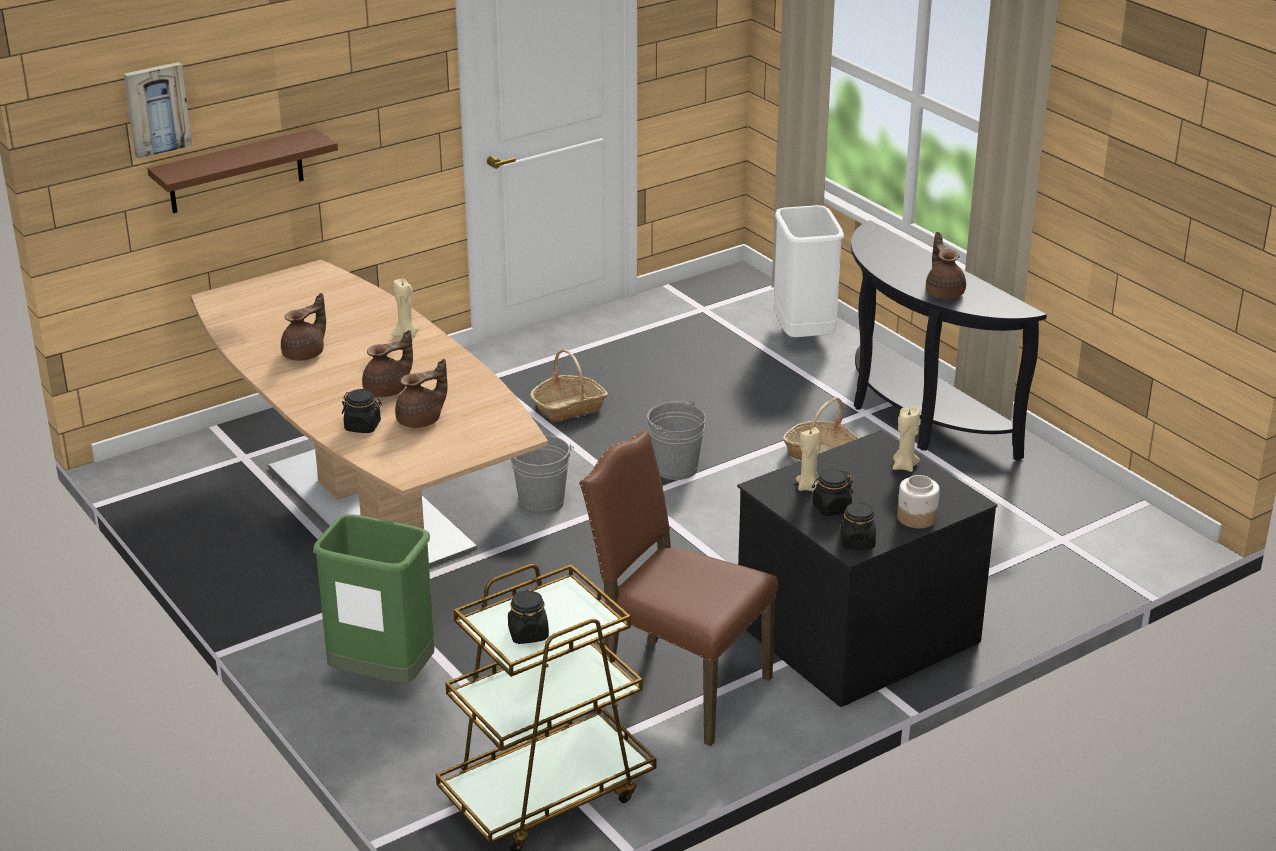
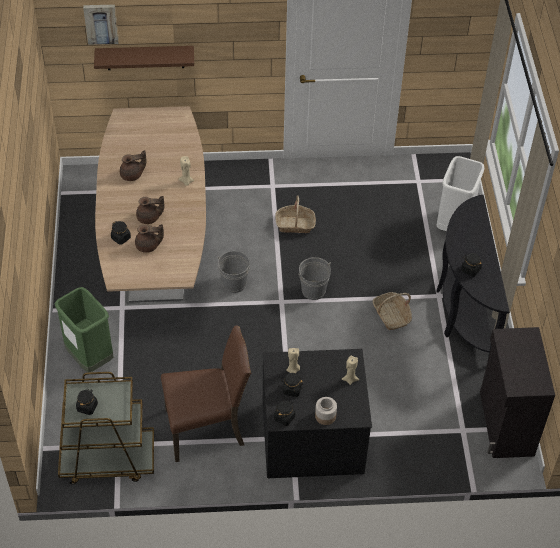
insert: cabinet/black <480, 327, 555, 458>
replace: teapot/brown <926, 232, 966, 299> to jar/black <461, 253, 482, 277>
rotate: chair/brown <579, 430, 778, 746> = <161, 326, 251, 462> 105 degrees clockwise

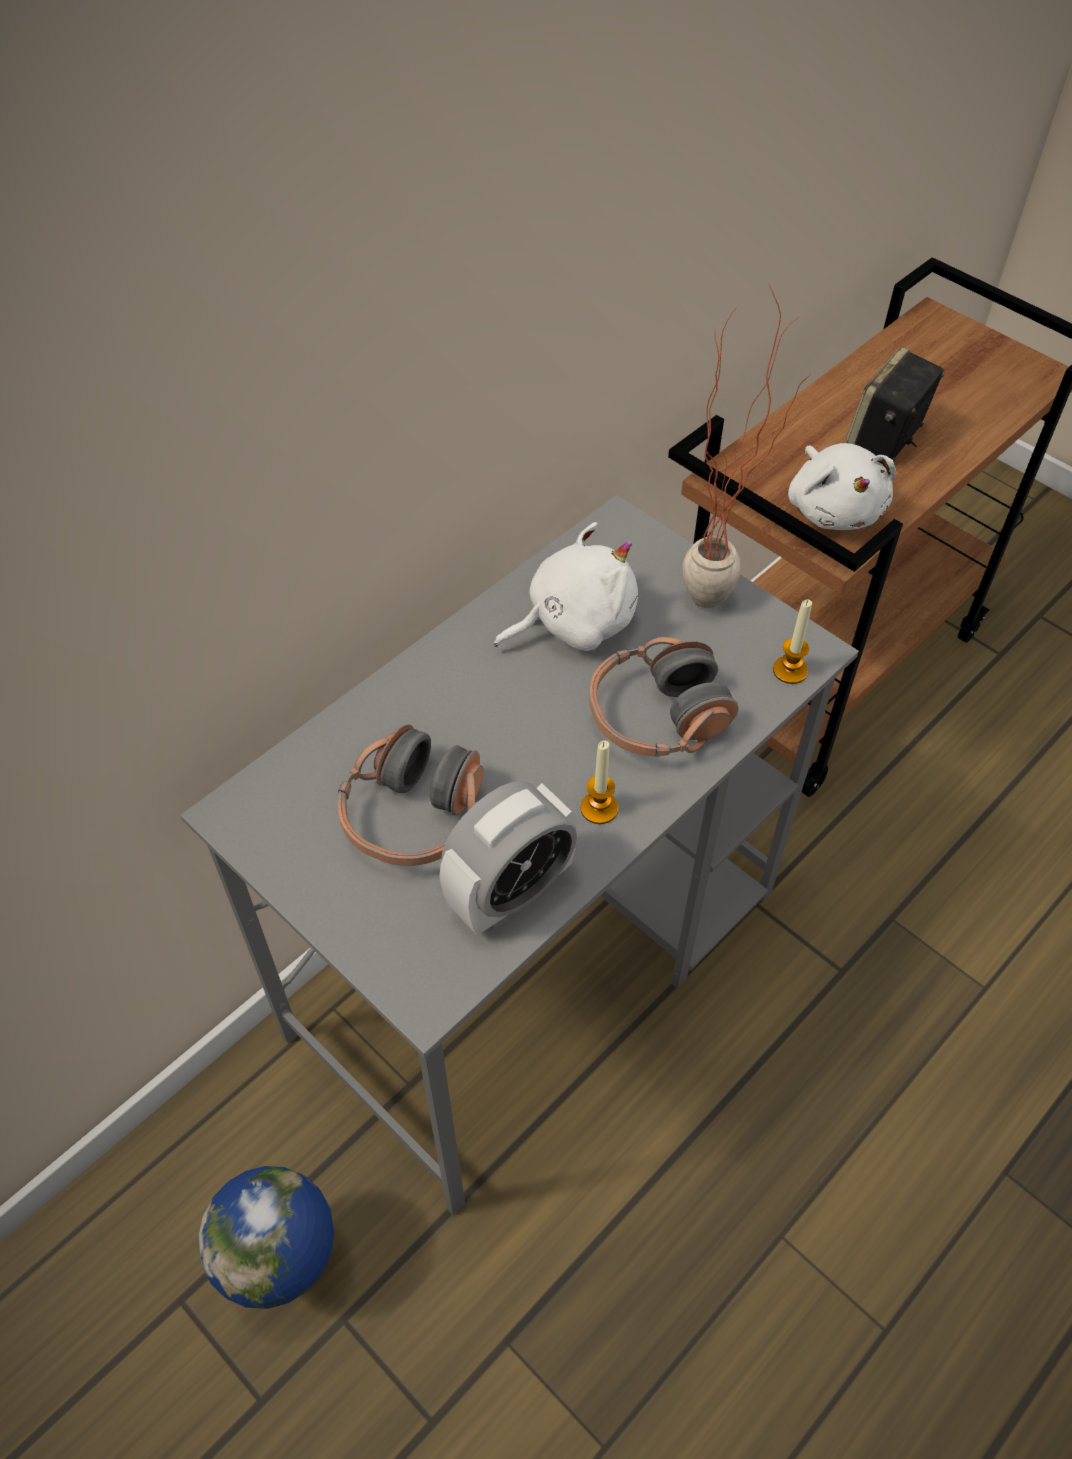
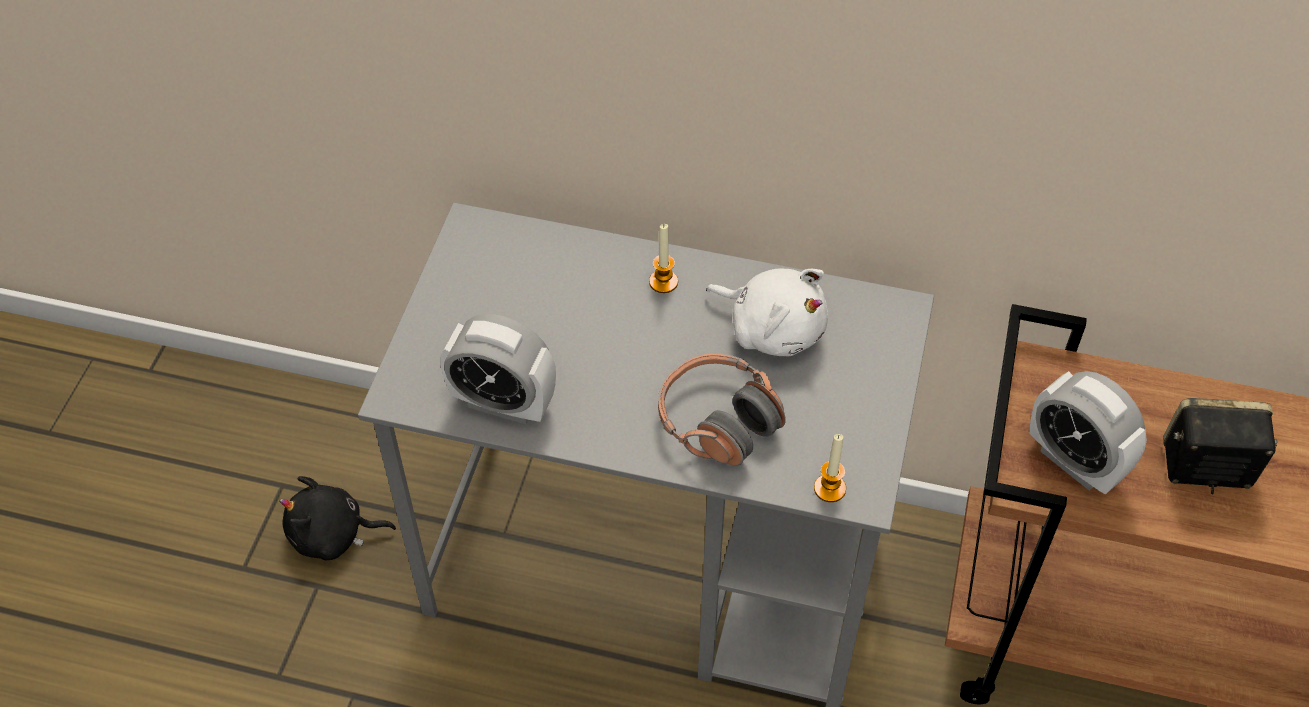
delete: headphones <337, 725, 483, 866>; potted plant <682, 283, 811, 608>
move: candle <581, 740, 618, 824> to <649, 224, 678, 293>
replace: globe <198, 1166, 334, 1309> to plush toy/black <279, 476, 396, 560>; plush toy/white <788, 443, 896, 530> to alarm clock <1029, 371, 1147, 495>

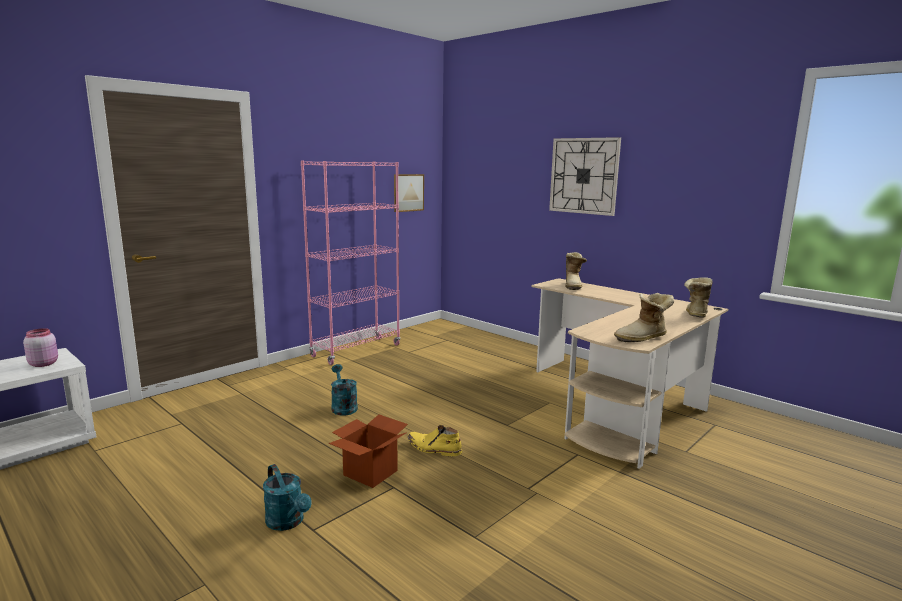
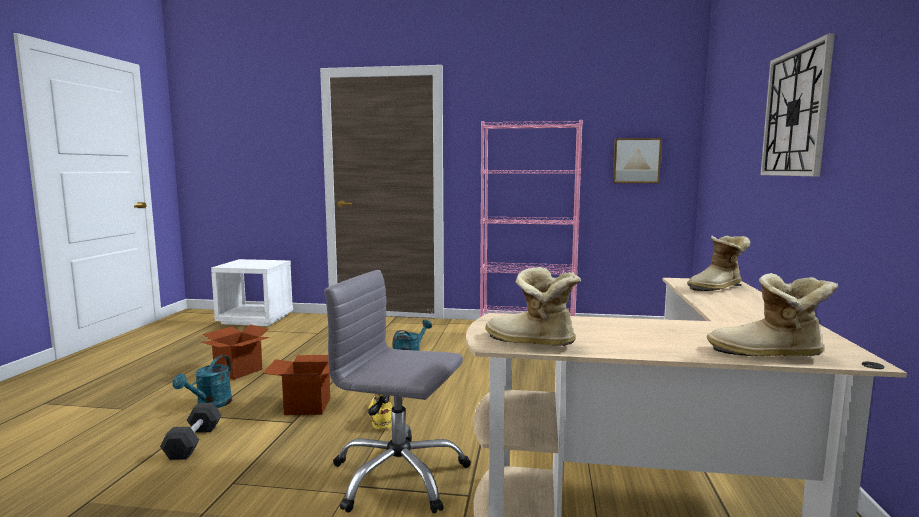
delete: jar/pink <23, 328, 58, 367>
insert: dumbbell/black <160, 403, 222, 460>; cardboard box <201, 324, 270, 380>; office chair/grey <324, 270, 471, 513>
rotate: boot <684, 277, 713, 318> = <707, 273, 838, 356> 150 degrees counterclockwise

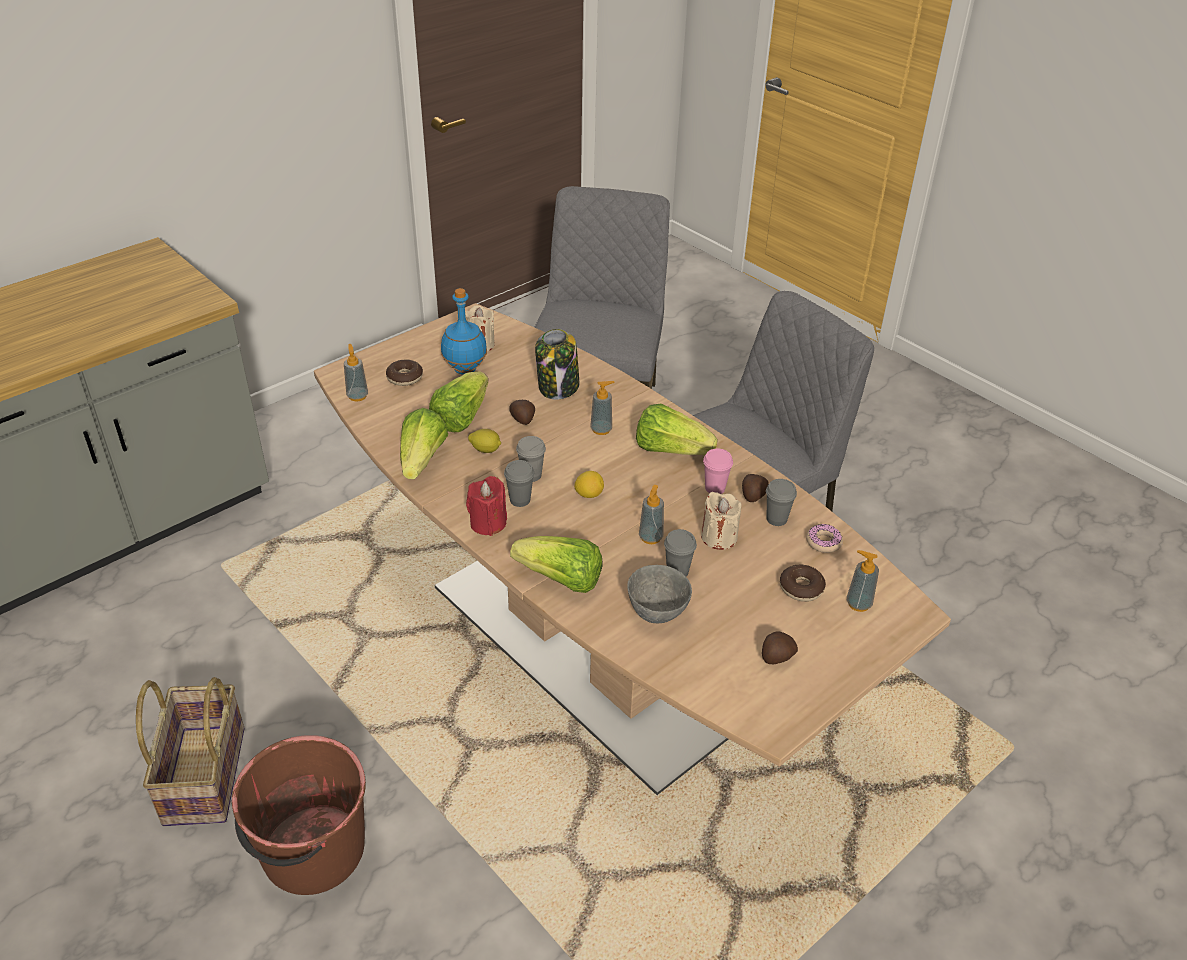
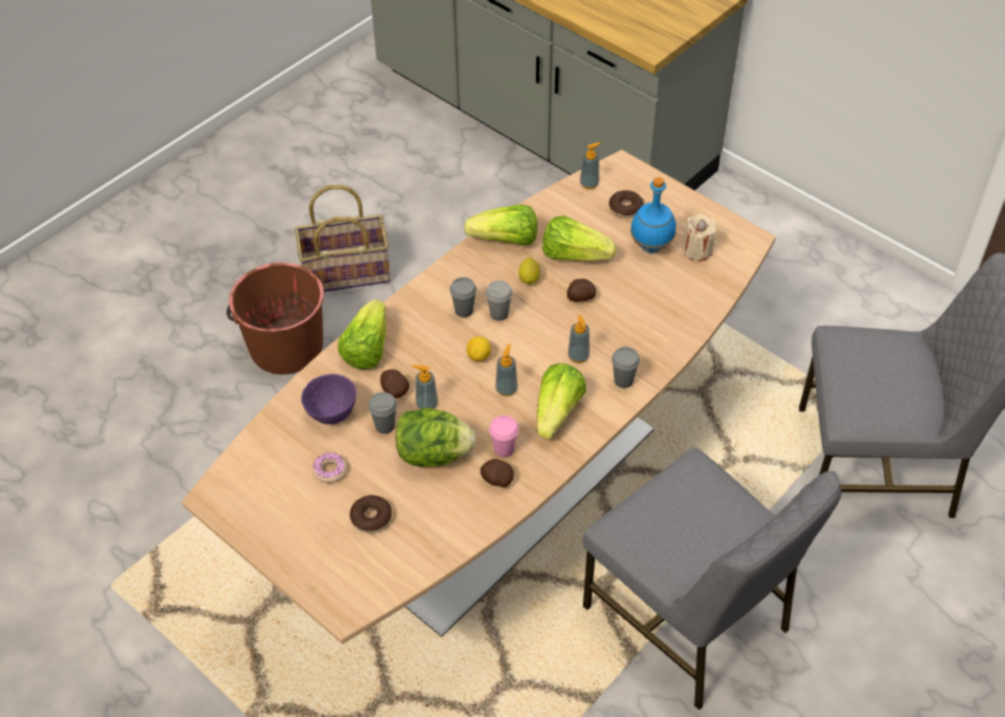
delete: candle/red <466, 476, 507, 536>; jar <535, 329, 579, 400>
move: potato <762, 632, 798, 665> to <380, 369, 409, 398>; cup/grey <766, 479, 797, 526> to <612, 347, 640, 388>; donut <806, 524, 843, 553> to <313, 452, 347, 483>; soap dispenser <847, 550, 879, 612> to <495, 344, 518, 397>
replace: candle/beige <701, 492, 741, 550> to lettuce <396, 408, 476, 467>
recolor: bowl/grey <627, 565, 692, 623> to bowl/purple <301, 374, 356, 424>

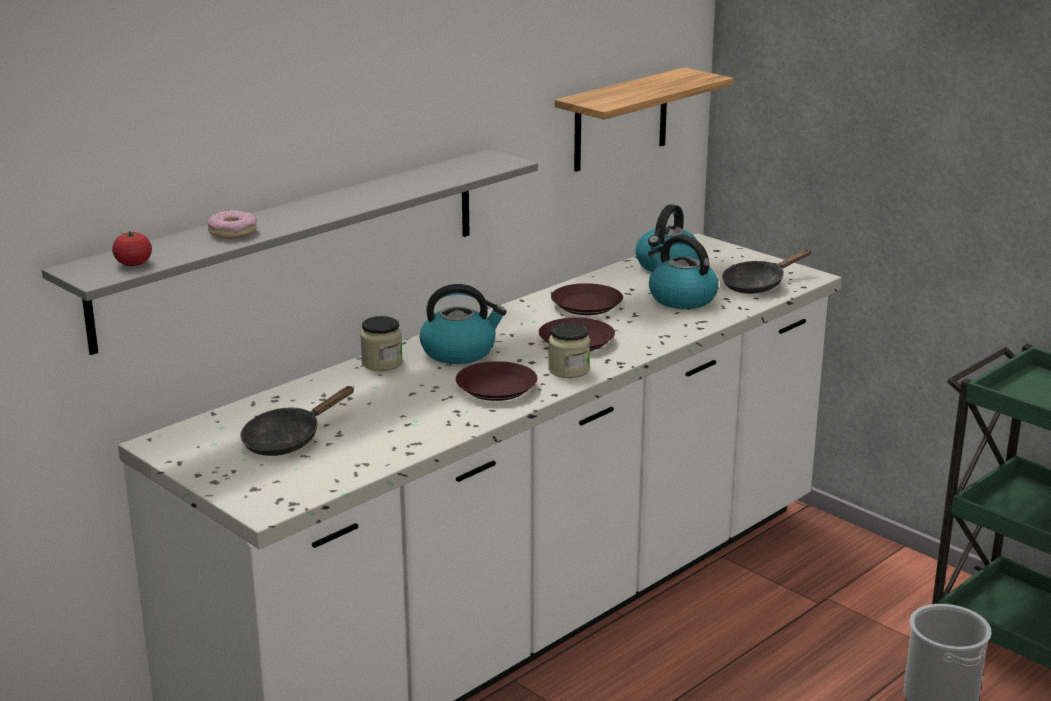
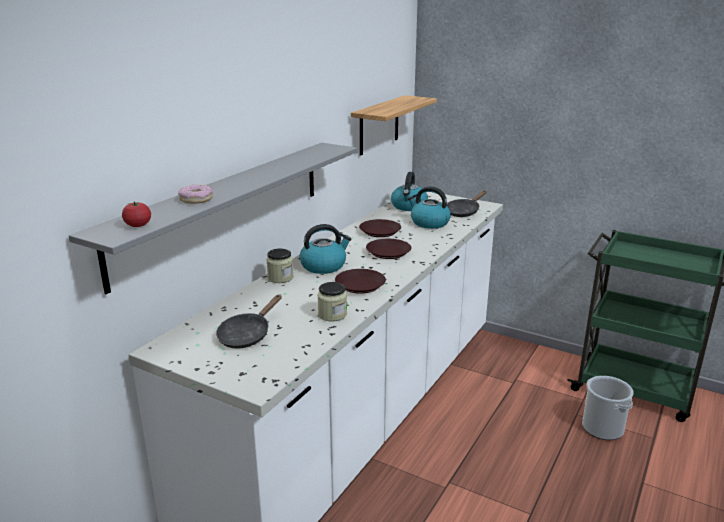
move: jar <548, 323, 590, 378> to <317, 282, 347, 322>

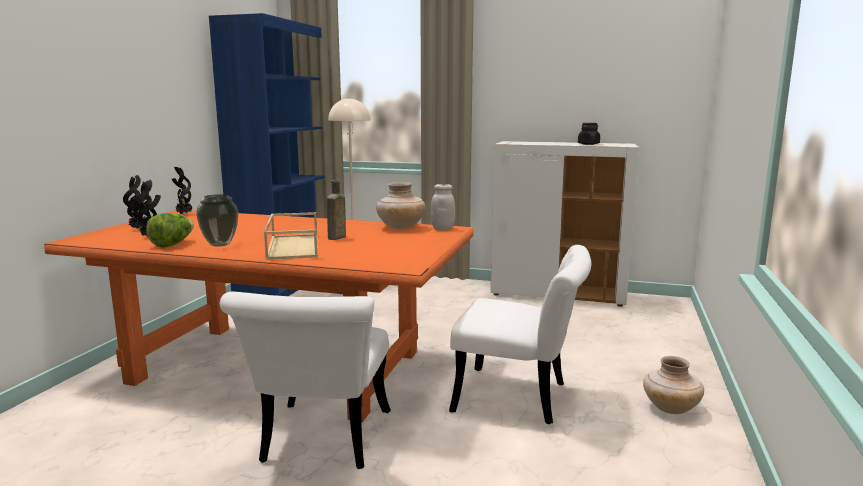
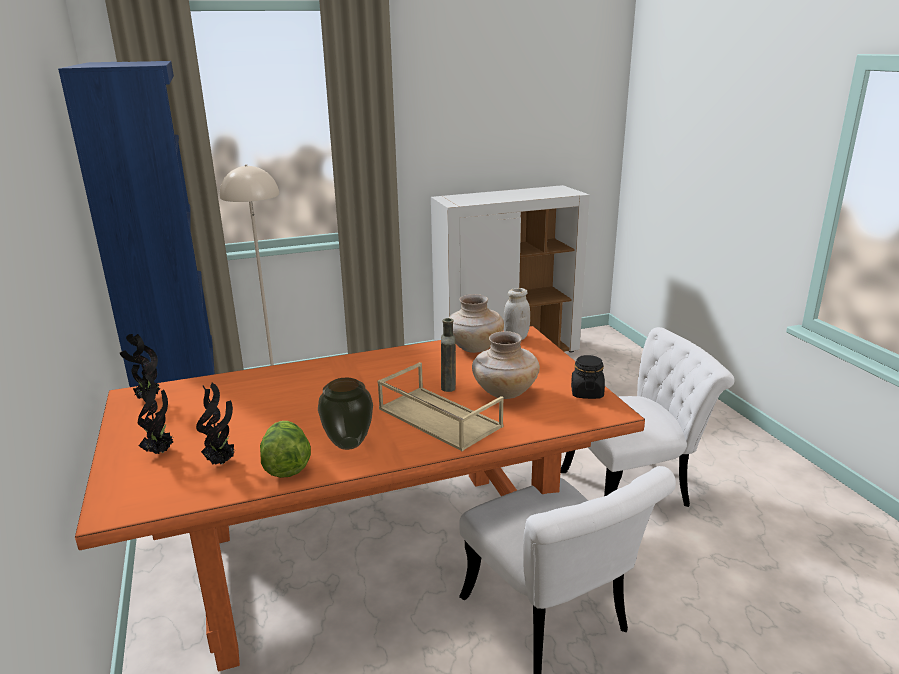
move: jar/black <578, 123, 600, 145> to <571, 355, 605, 399>; vase/beige <643, 356, 704, 414> to <472, 331, 540, 399>

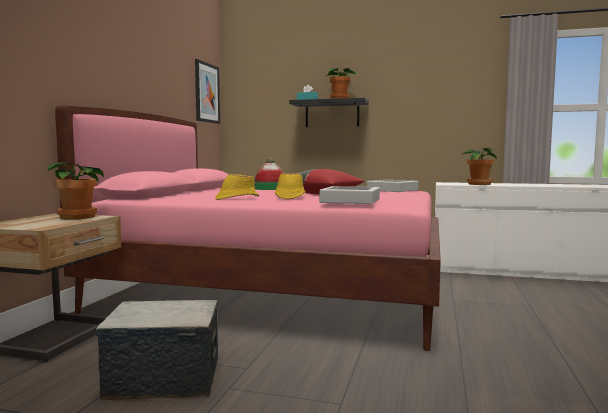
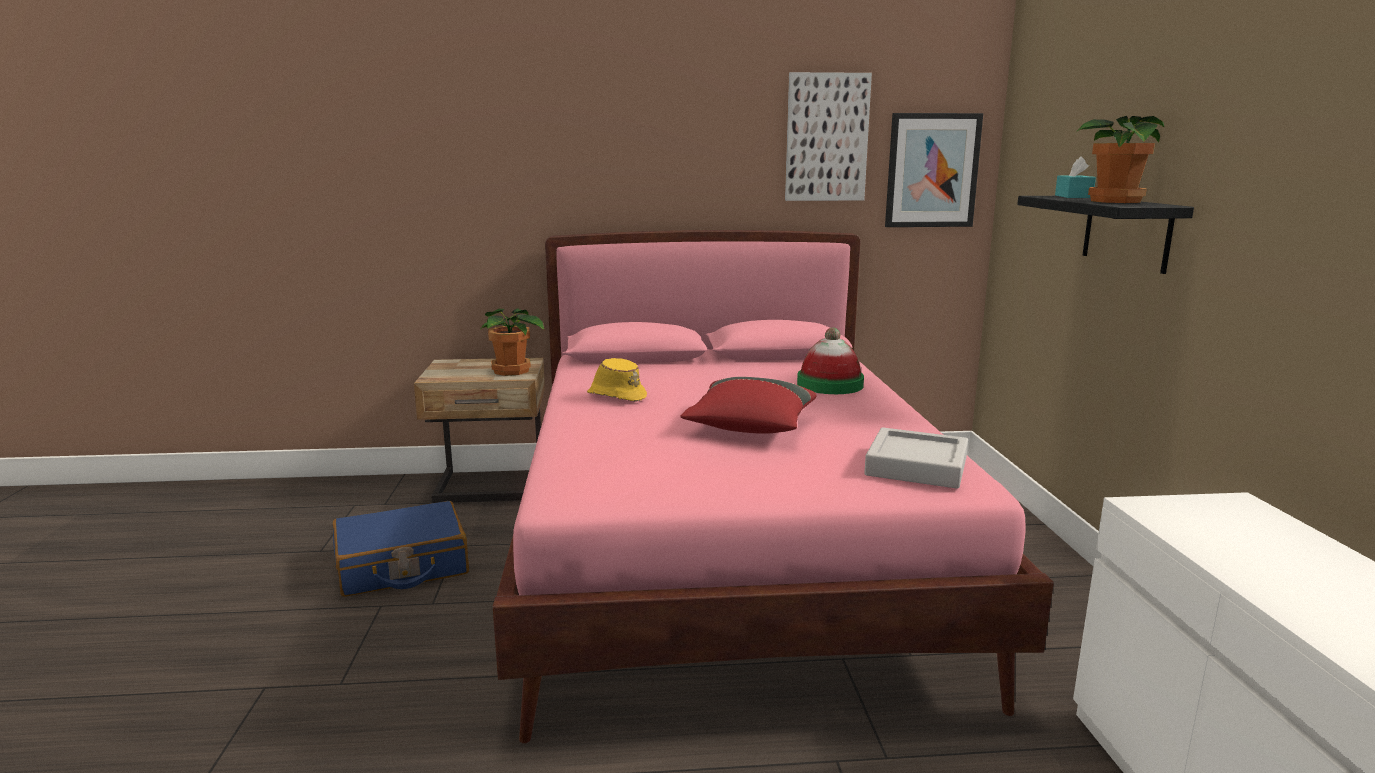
delete: hat/yellow <275, 173, 305, 199>; tray/grey <319, 186, 380, 204>; potted plant <462, 148, 497, 185>
insert: picture <785, 72, 872, 201>
replace: storage box <96, 300, 218, 400> to suitcase/blue <333, 501, 469, 597>

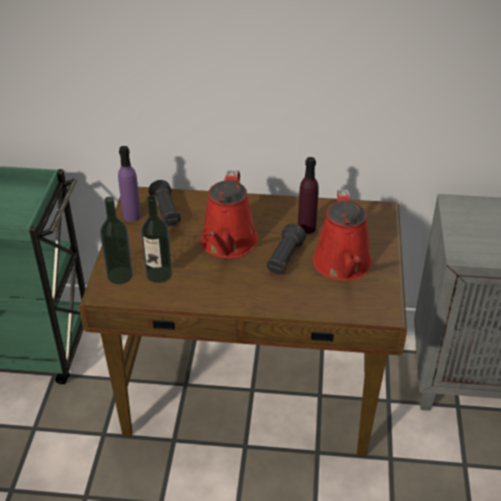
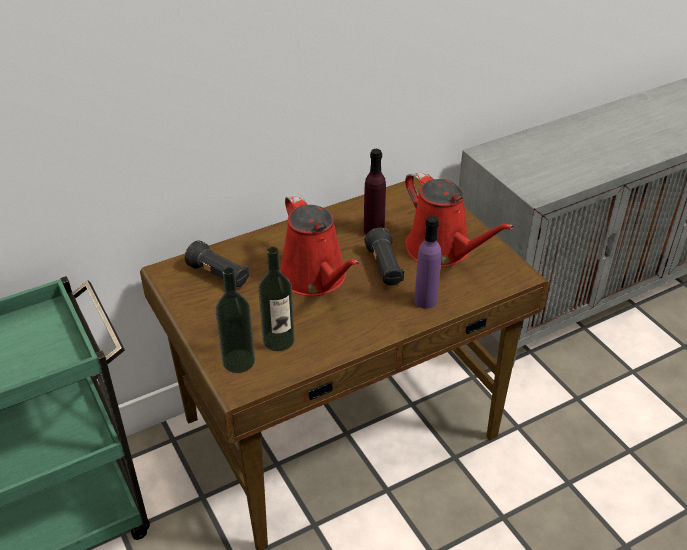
move: bottle/purple <118, 146, 141, 222> to <414, 216, 442, 309>

